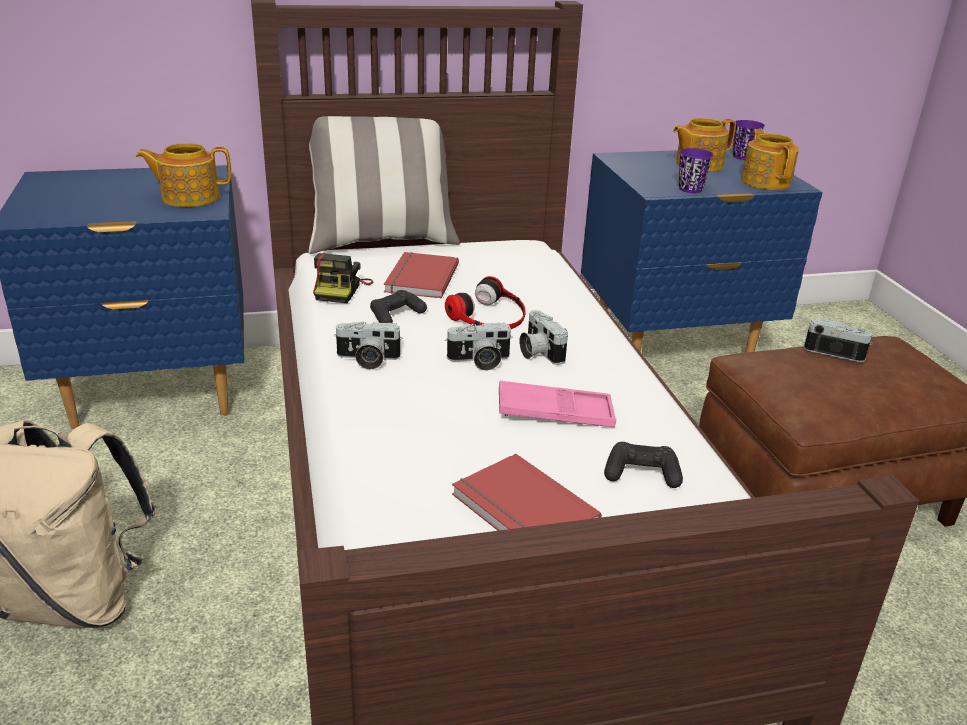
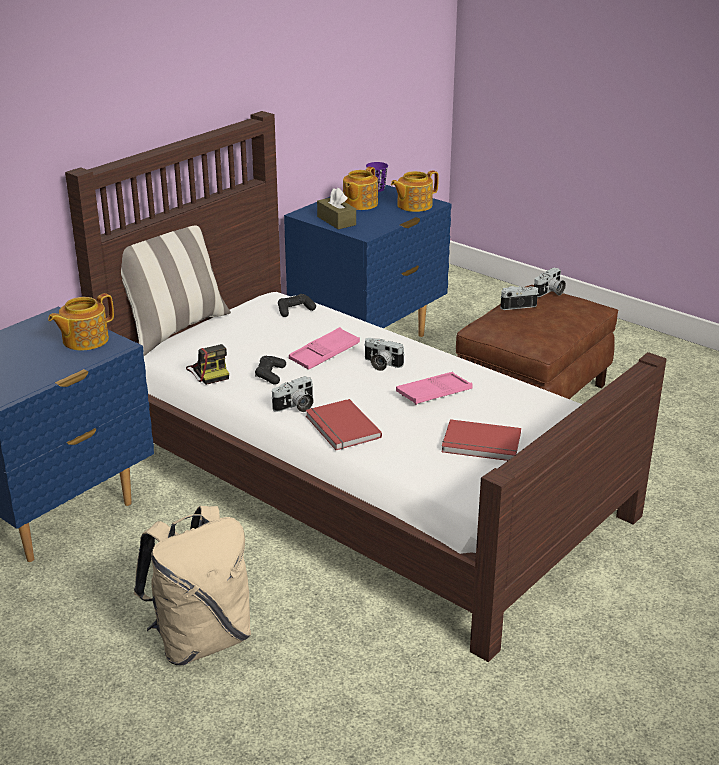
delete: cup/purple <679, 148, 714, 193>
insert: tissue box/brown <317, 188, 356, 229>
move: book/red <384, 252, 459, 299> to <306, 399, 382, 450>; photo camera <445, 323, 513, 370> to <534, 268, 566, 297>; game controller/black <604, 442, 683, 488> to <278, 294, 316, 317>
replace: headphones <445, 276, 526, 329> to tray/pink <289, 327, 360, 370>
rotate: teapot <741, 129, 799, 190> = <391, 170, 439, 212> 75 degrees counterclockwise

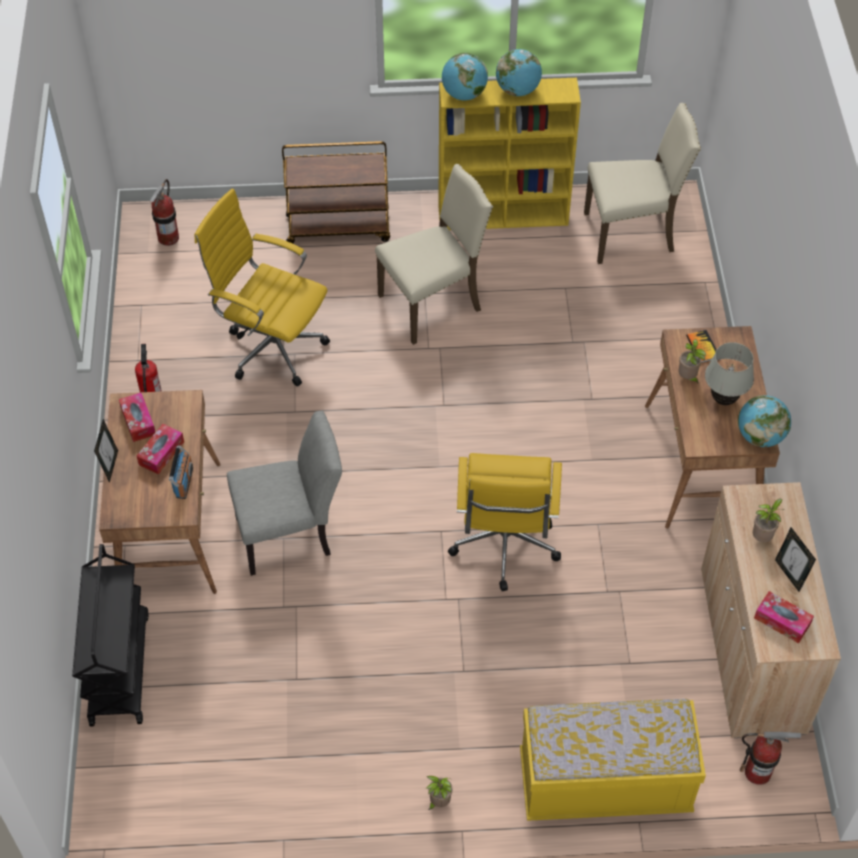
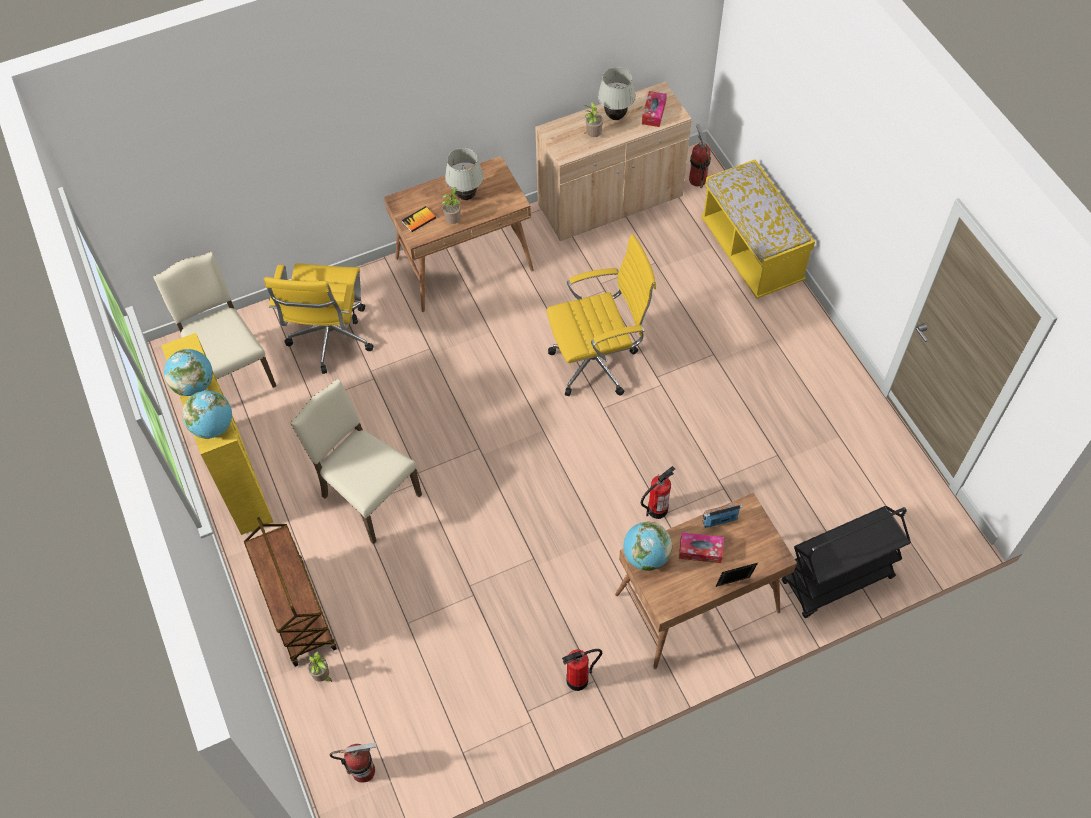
delete: tissue box <119, 392, 155, 442>
move: office chair/yellow <194, 189, 330, 386> to <264, 263, 373, 374>; potted plant <425, 776, 453, 810> to <308, 651, 332, 682>; globe <738, 395, 791, 447> to <623, 522, 672, 571>
replace: chair/grey <227, 411, 342, 576> to fire extinguisher <641, 466, 675, 519>; picture frame <775, 527, 816, 592> to table lamp/white <598, 67, 635, 120>

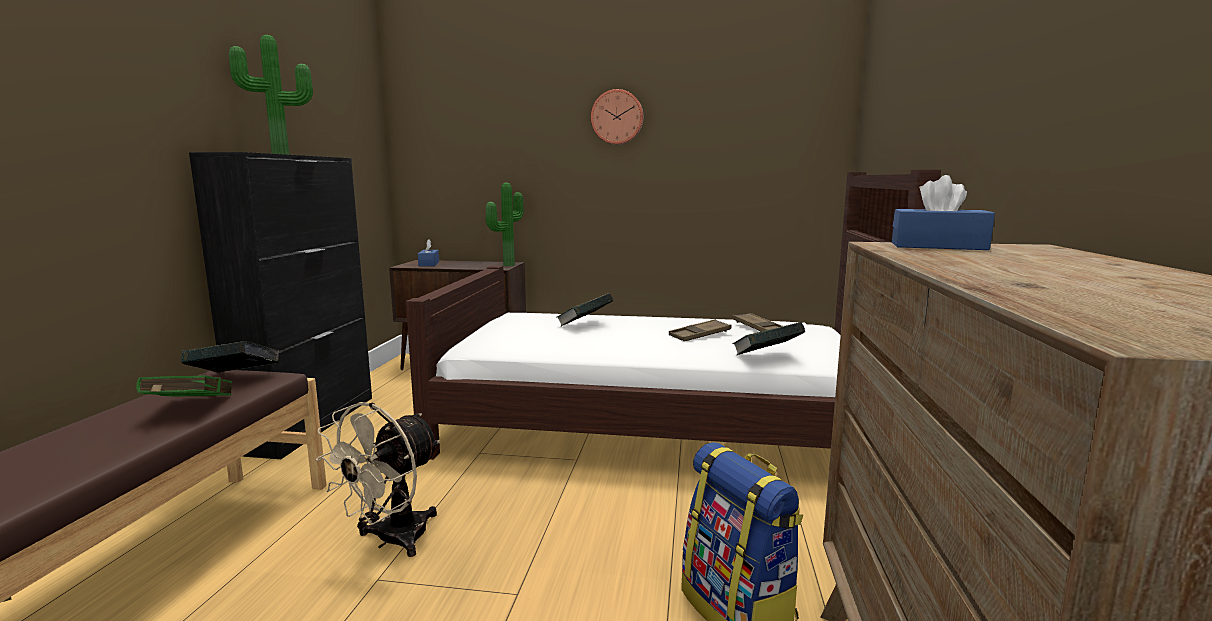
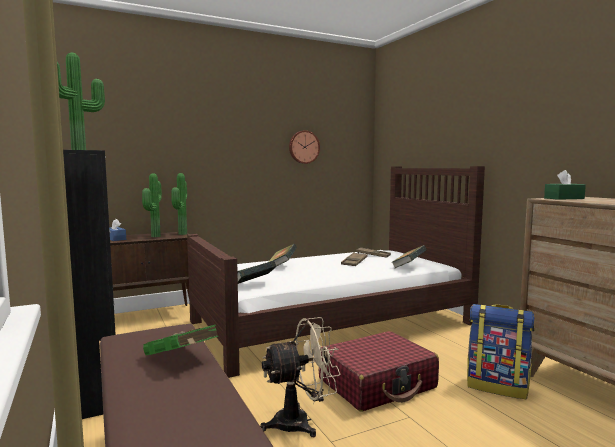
insert: potted plant <142, 173, 162, 237>; suitcase/red <319, 331, 439, 412>
move: book <181, 341, 279, 373> to <237, 261, 276, 284>; wall clock <591, 89, 643, 145> to <289, 130, 320, 164>
recolor: tissue box/blue <892, 175, 995, 250> to tissue box/green <544, 170, 586, 200>
rotate: fan/beige <316, 402, 440, 557> = <260, 317, 341, 437> 105 degrees counterclockwise

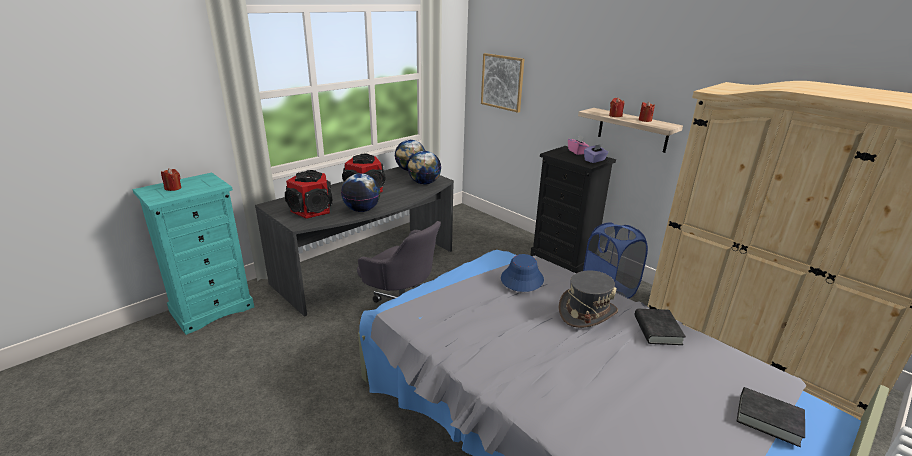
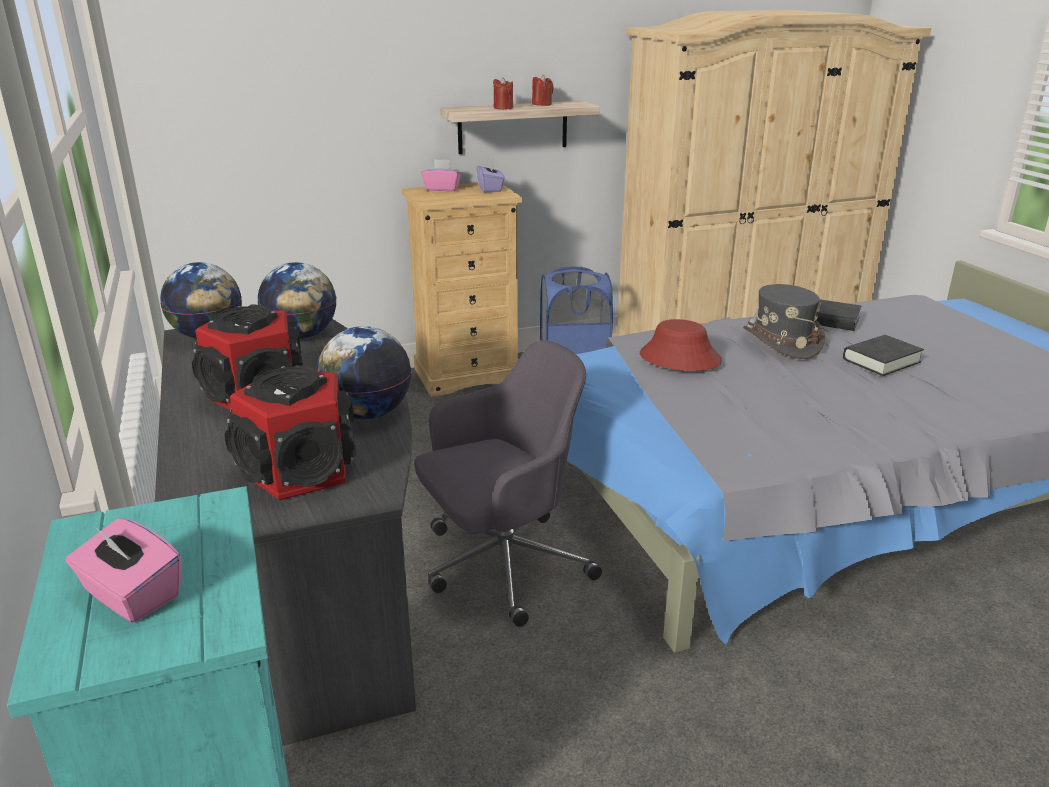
delete: picture <481, 53, 524, 113>
move: book/black <737, 387, 805, 447> to <843, 335, 924, 376>
replace: candle/red <161, 168, 181, 191> to tissue box/pink <66, 518, 181, 623>
recolor: hat/blue <501, 254, 544, 292> to hat/red <640, 319, 722, 371>; dresser/black <530, 146, 616, 273> to dresser/beige <402, 183, 522, 397>

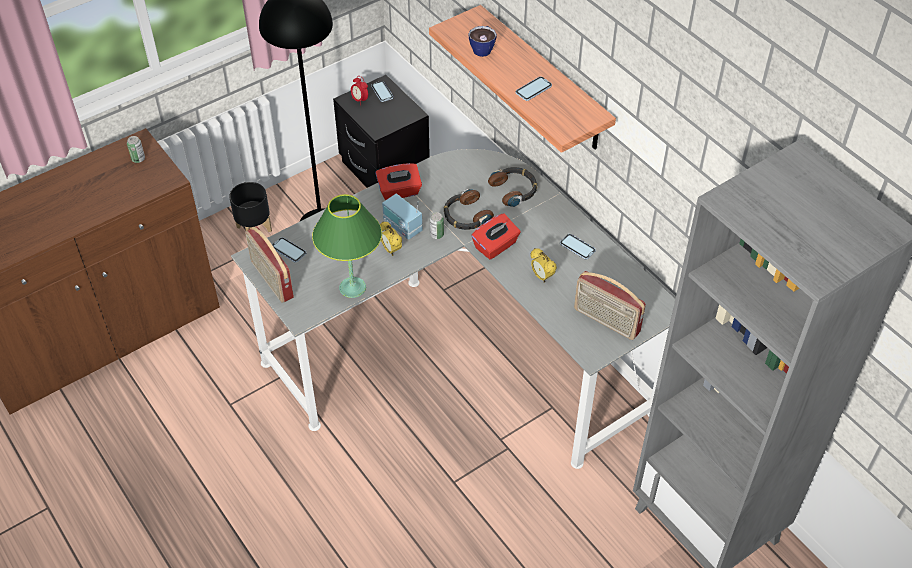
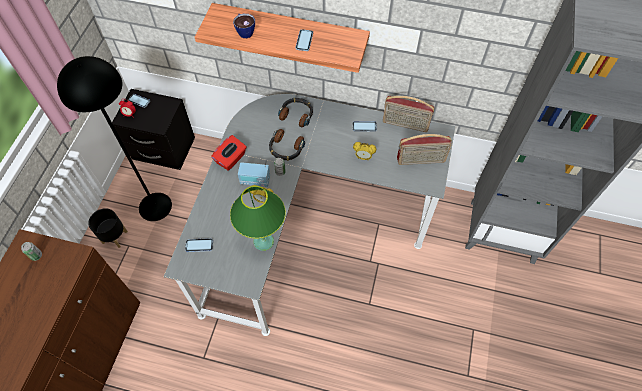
delete: tissue box/red <471, 213, 521, 260>
move: radio <245, 226, 294, 303> to <383, 96, 434, 132>

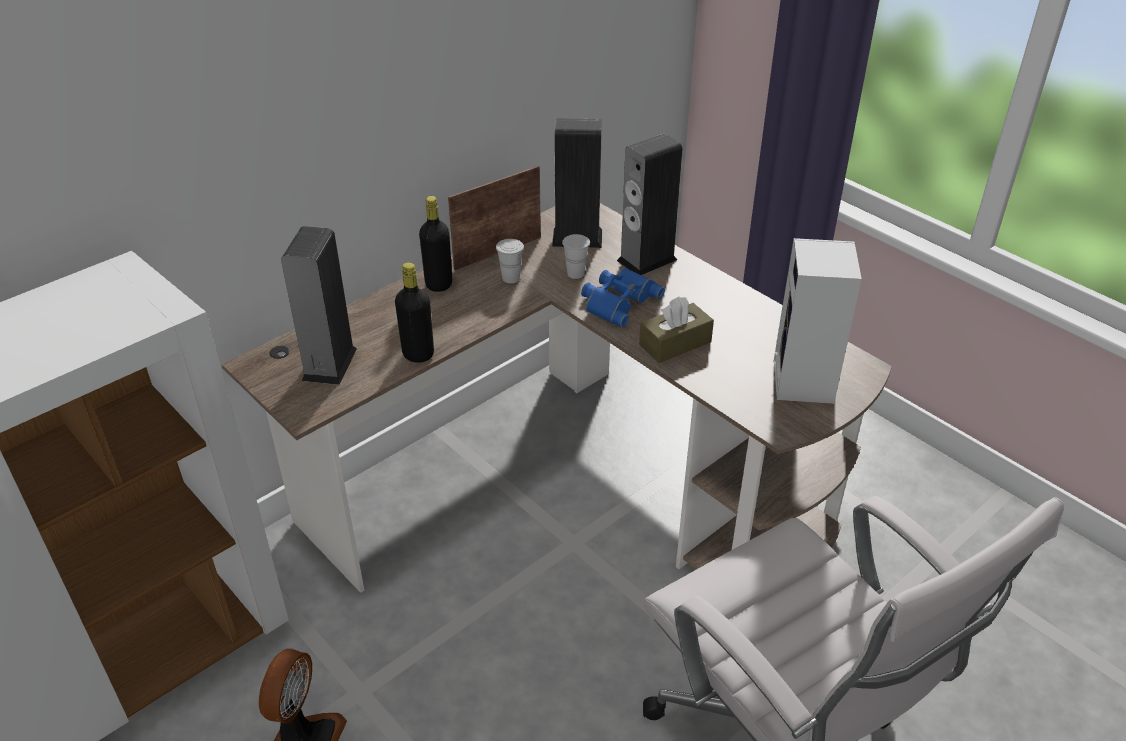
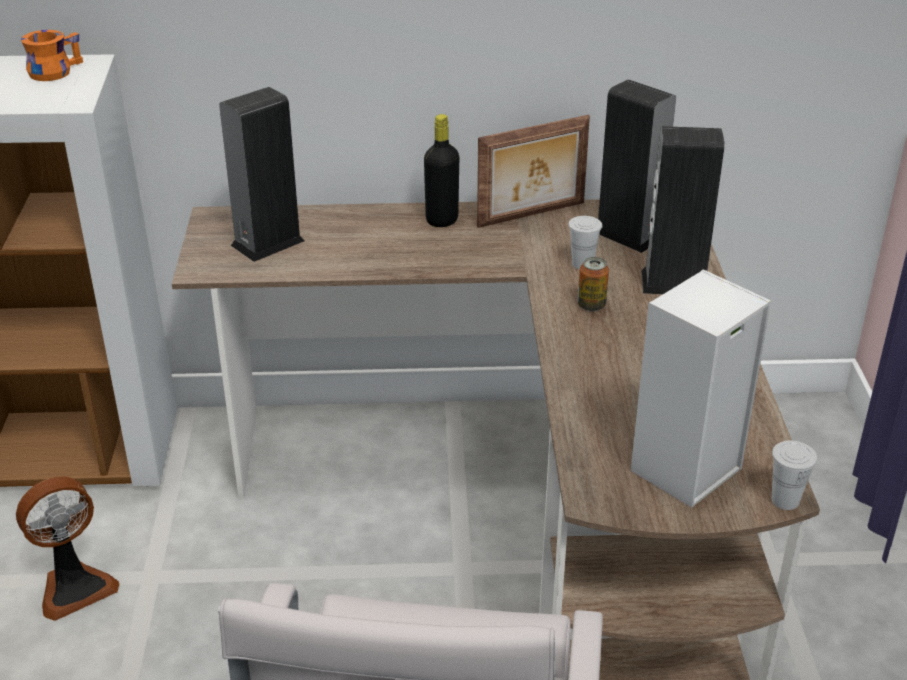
delete: bottle/black <395, 262, 434, 363>; tissue box/brown <639, 297, 714, 363>
insert: mug/orange <21, 30, 83, 81>
move: cup/white <496, 239, 524, 283> to <772, 440, 817, 510>
replace: binoculars/blue <581, 267, 665, 327> to can <577, 257, 609, 311>
rotate: picture frame <448, 166, 541, 270> = <477, 115, 590, 228> 150 degrees clockwise

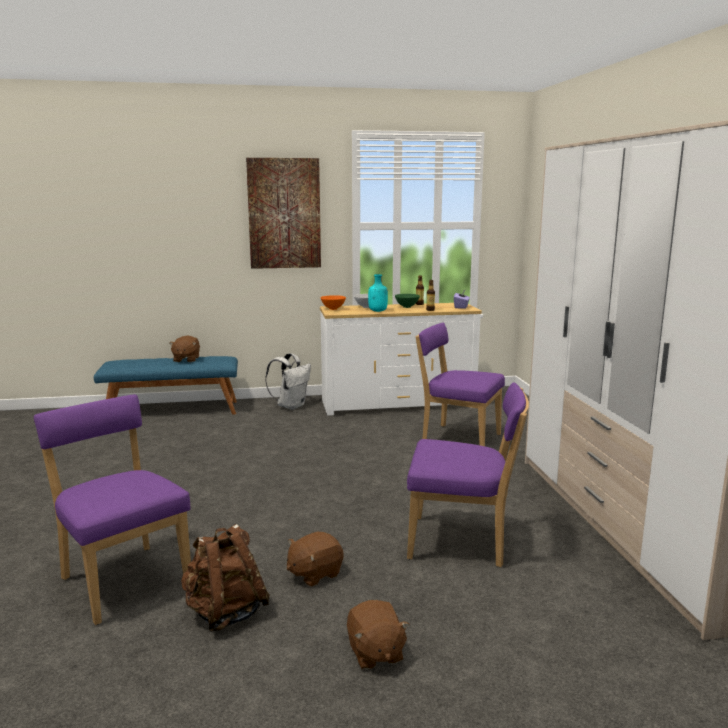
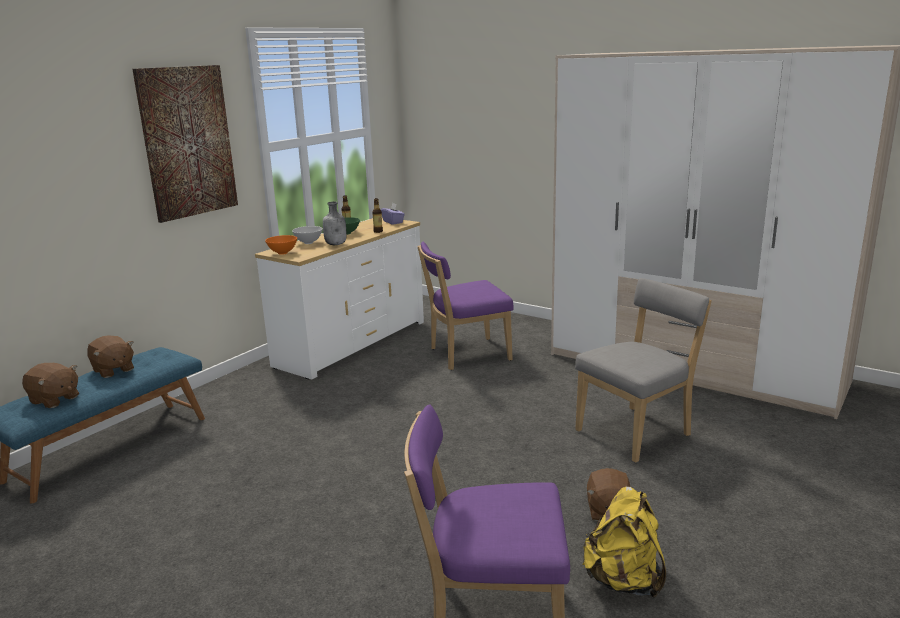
delete: backpack/white <265, 353, 311, 410>
move: plush toy/brown <347, 600, 410, 670> to <22, 363, 79, 408>
recolor: backpack/brown <181, 524, 270, 632> to backpack/yellow <582, 486, 666, 598>; bottle/turquoise <368, 274, 388, 312> to bottle/grey <323, 201, 346, 245>; chair/purple <407, 382, 529, 567> to chair/grey <575, 278, 712, 463>

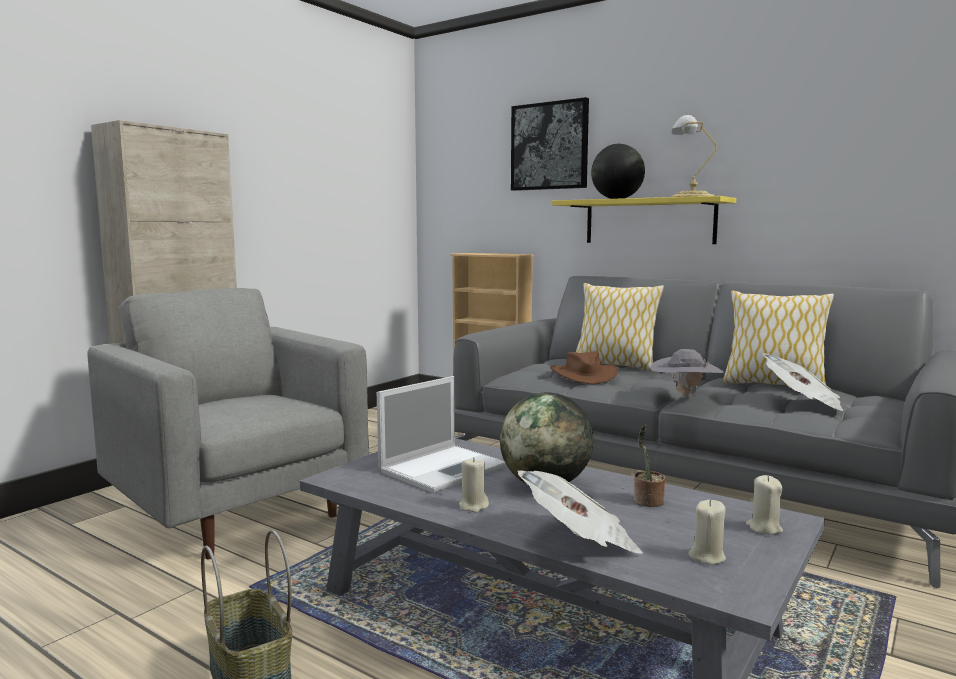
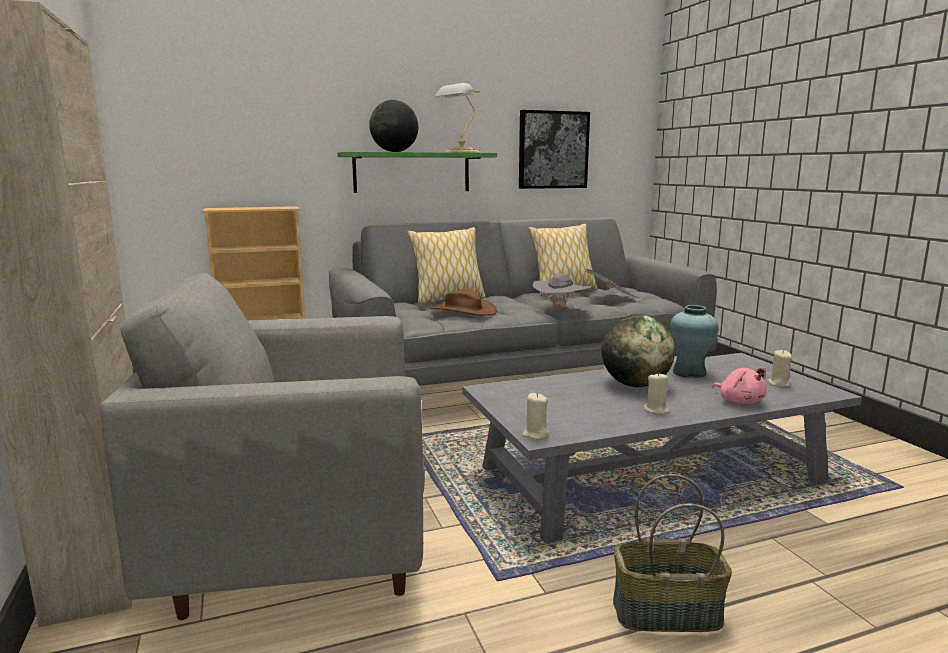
delete: laptop <377, 376, 507, 493>
move: picture <511, 97, 589, 191> to <519, 110, 590, 189>; candle/beige <746, 475, 783, 535> to <522, 393, 549, 439>
replace: newspaper <518, 470, 644, 554> to plush toy/pink <712, 367, 767, 404>; potted plant <633, 425, 665, 507> to vase/turquoise <670, 305, 718, 378>
recolor: shelf/yellow <552, 196, 736, 244> to shelf/green <337, 152, 497, 193>

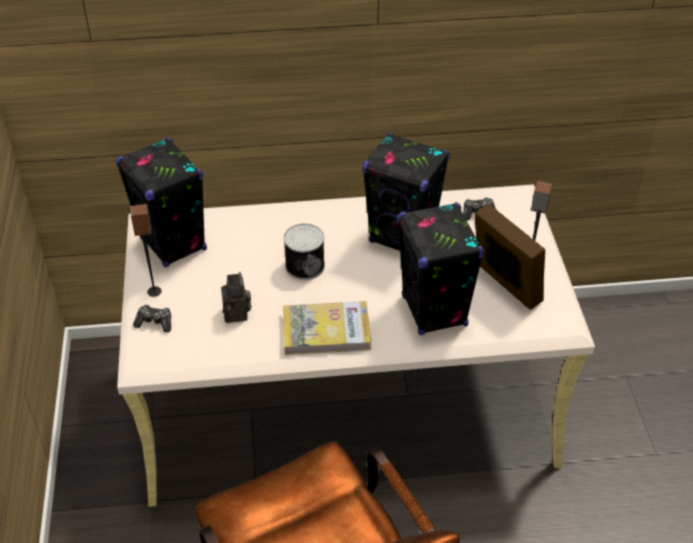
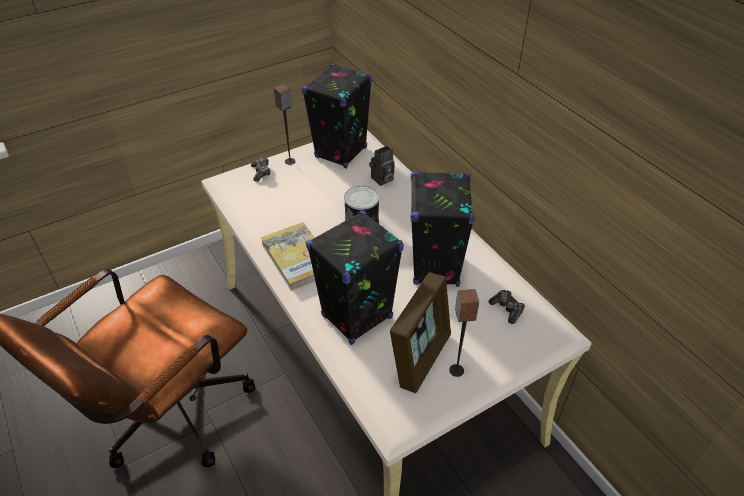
move: photo camera <221, 272, 251, 323> to <369, 146, 395, 186>

